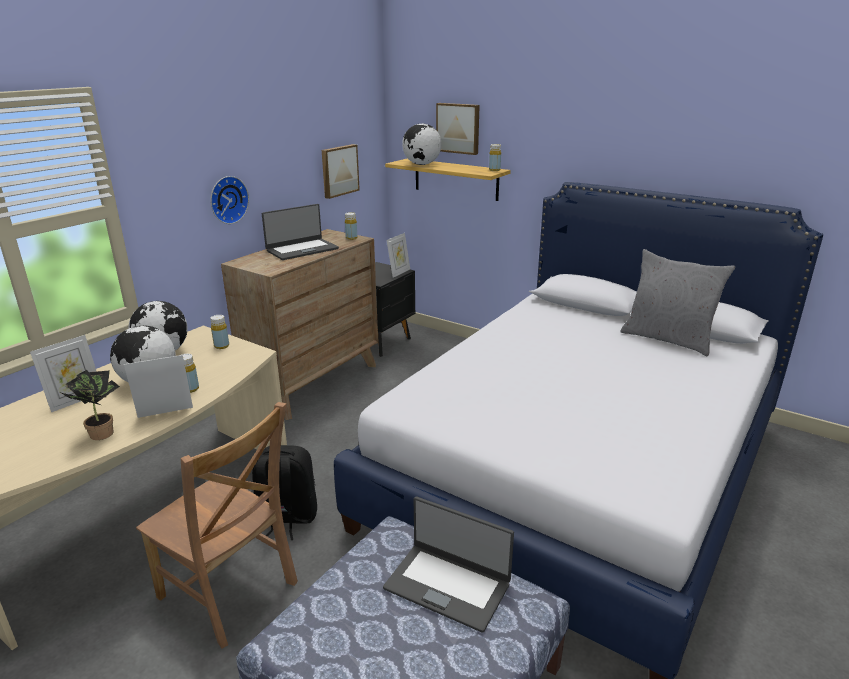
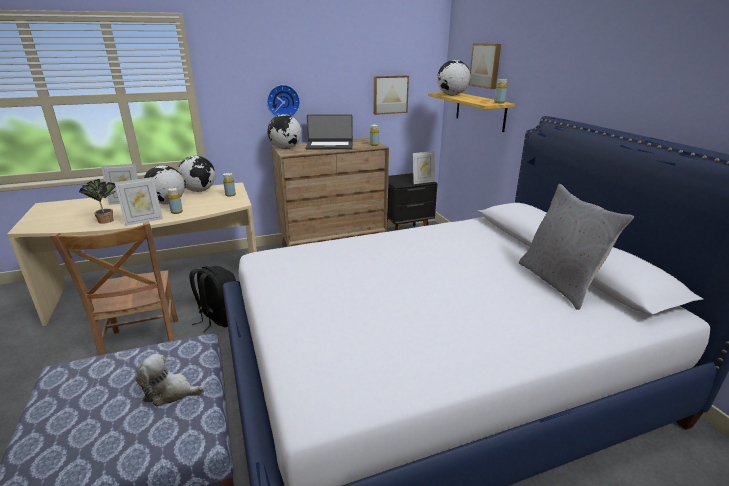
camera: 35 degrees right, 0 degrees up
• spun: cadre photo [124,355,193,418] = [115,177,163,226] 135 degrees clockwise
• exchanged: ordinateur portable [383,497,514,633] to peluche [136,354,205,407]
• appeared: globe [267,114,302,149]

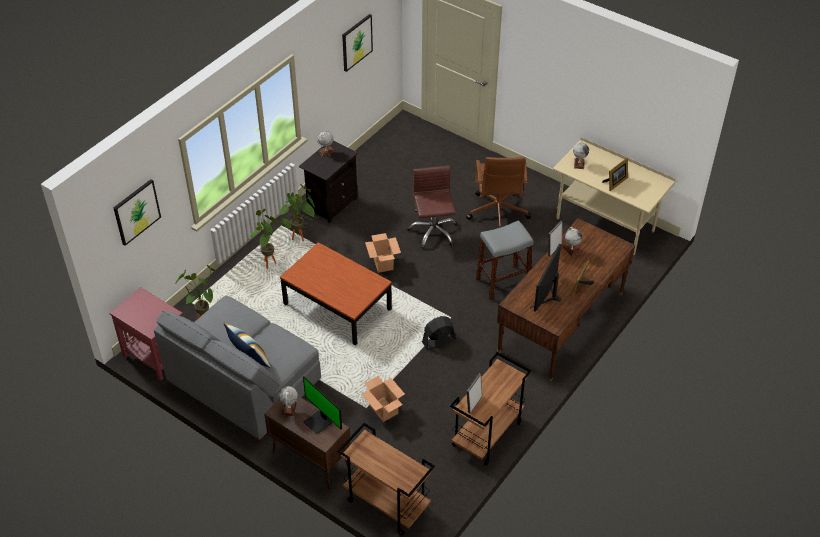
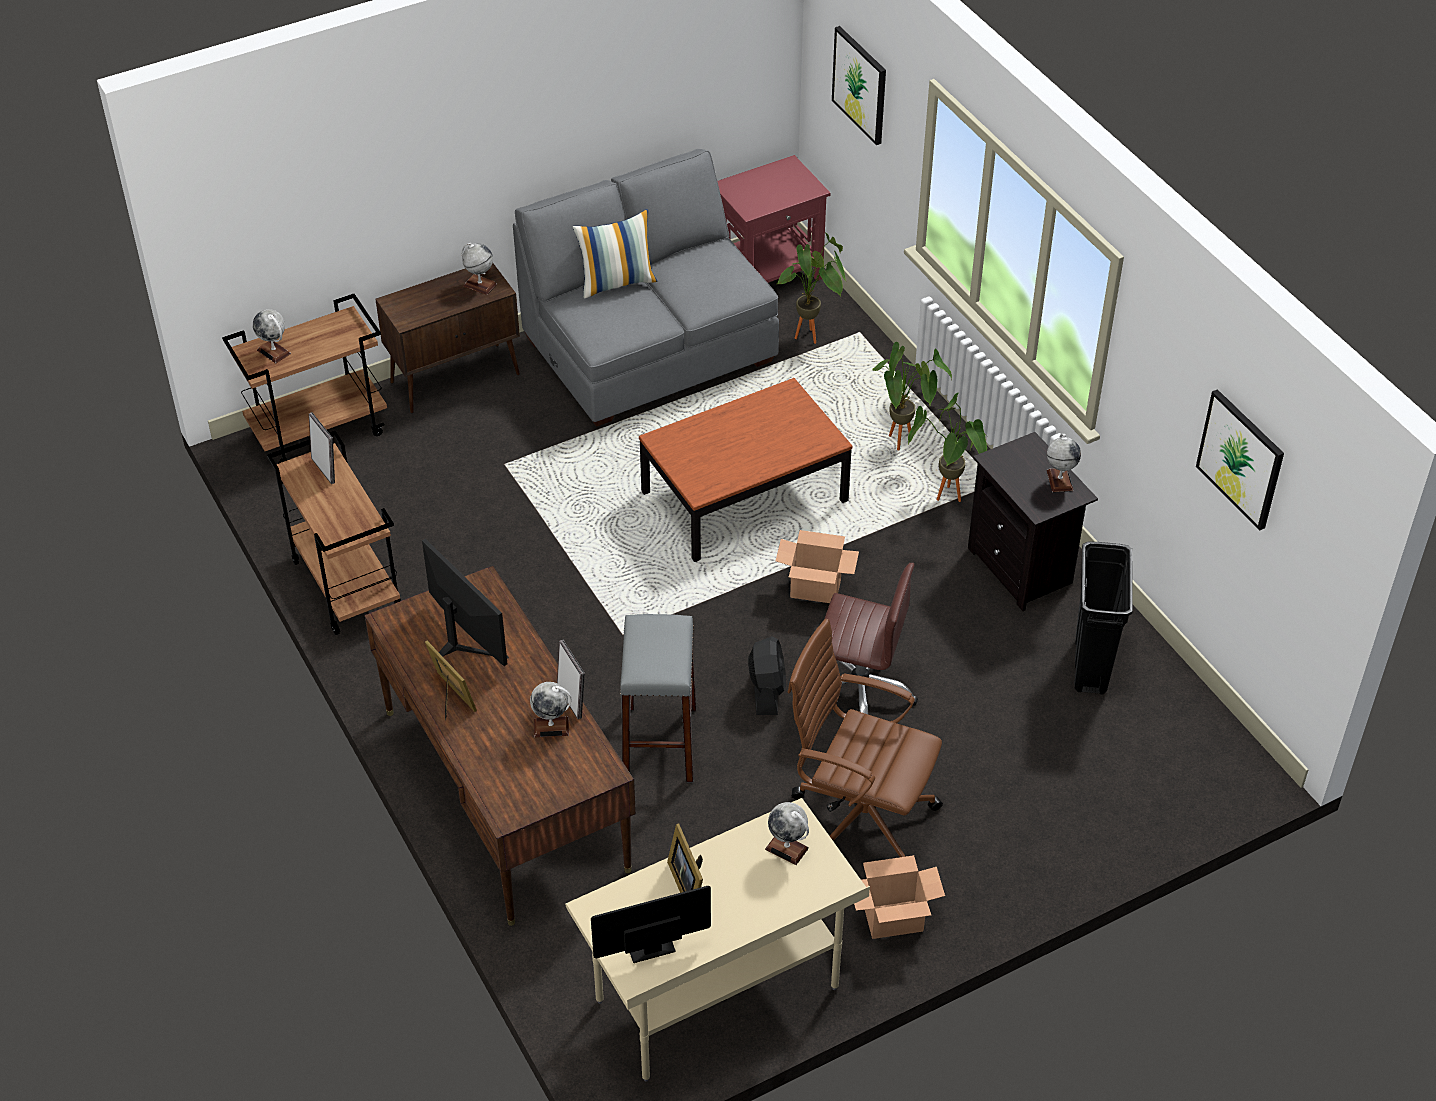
camera: 115 degrees right, 0 degrees up
• relocated: écran d'ordinateur [303,376,342,434] to [591,886,711,963]
• relocated: carton [362,376,405,422] to [854,855,945,939]
• relocated: ventilateur/noir [422,316,456,350] to [748,636,786,715]
• appeared: globe [253,309,291,363]
• appeared: poubelle/noir [1075,541,1133,695]

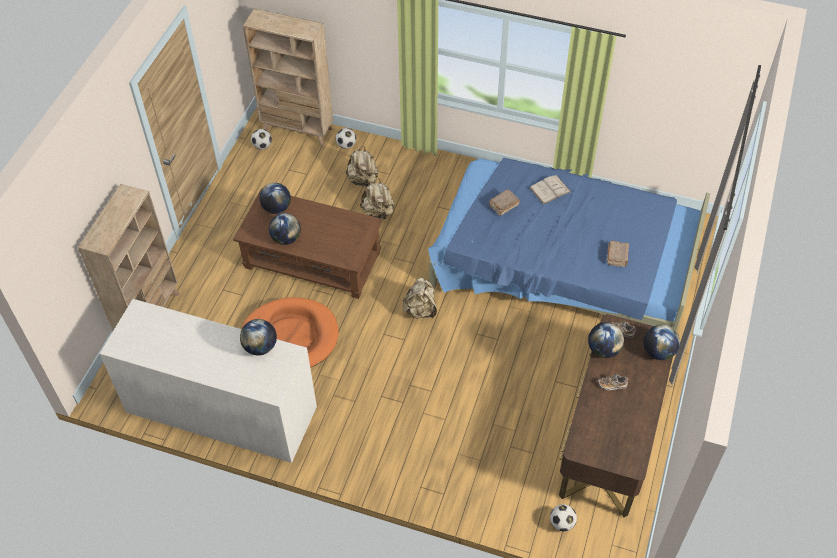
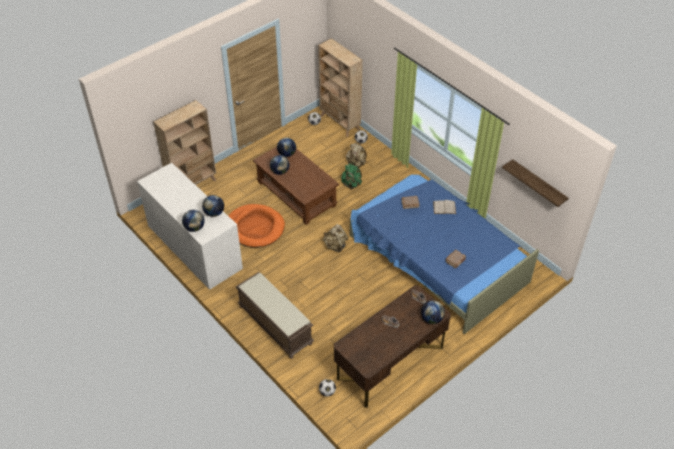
camera: 30 degrees right, 5 degrees down
• colour: sac à dos/beige [360,178,395,220] to sac à dos/vert [341,162,362,190]
• relocated: globe [588,322,624,358] to [182,210,204,232]
• appeared: banc/marron [236,272,314,359]
• appeared: étagère [502,159,569,207]

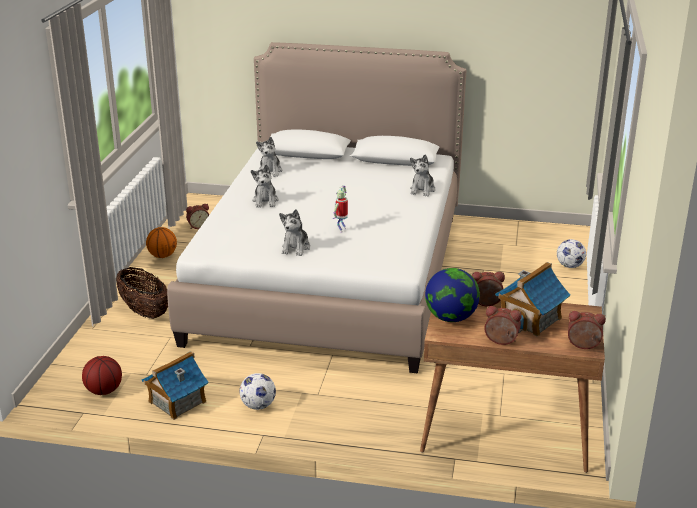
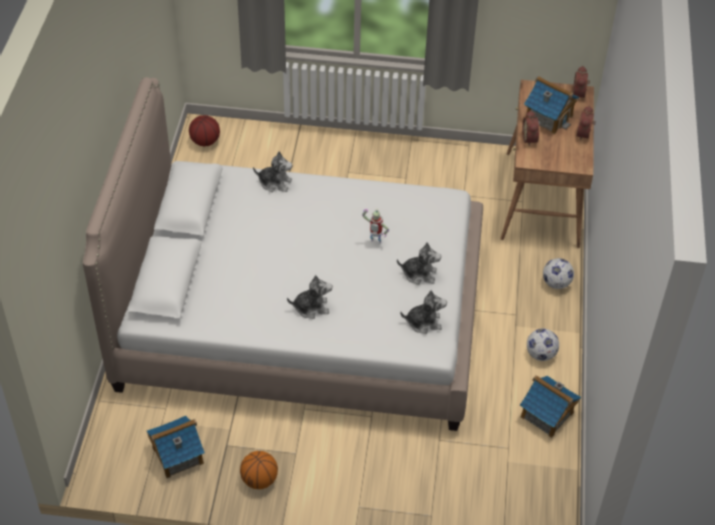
camera: 95 degrees left, 20 degrees up
• relocated: ballon de basket [82,356,122,395] to [189,115,220,146]
• missing: panier [116,267,168,319]
• exchanged: réveil [186,204,209,229] to maison miniature [147,416,205,478]
• relocated: peluche [256,137,283,177] to [400,290,447,334]
• missing: globe [425,268,480,322]
• relocated: ballon de foot [557,239,586,268] to [543,258,574,289]

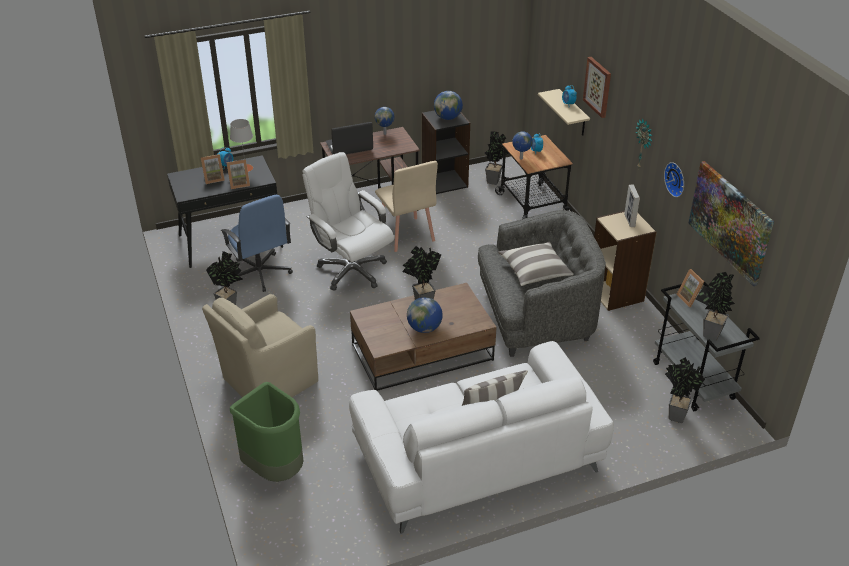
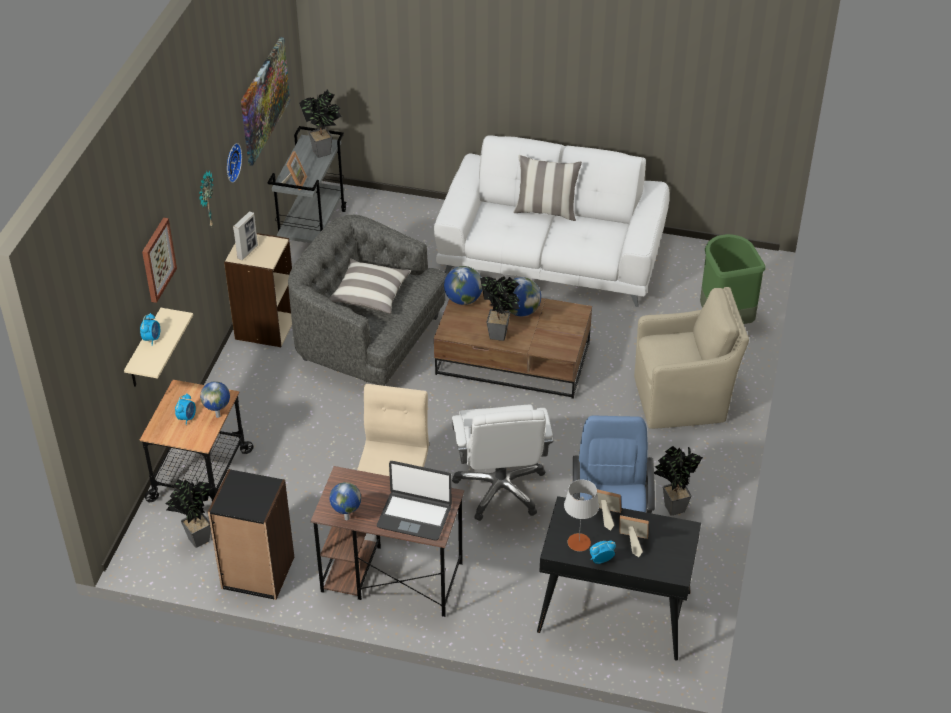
camera: 145 degrees left, 5 degrees up
• relocated: globe [434,91,463,120] to [444,266,482,305]
• missing: plante en pot [665,357,705,423]

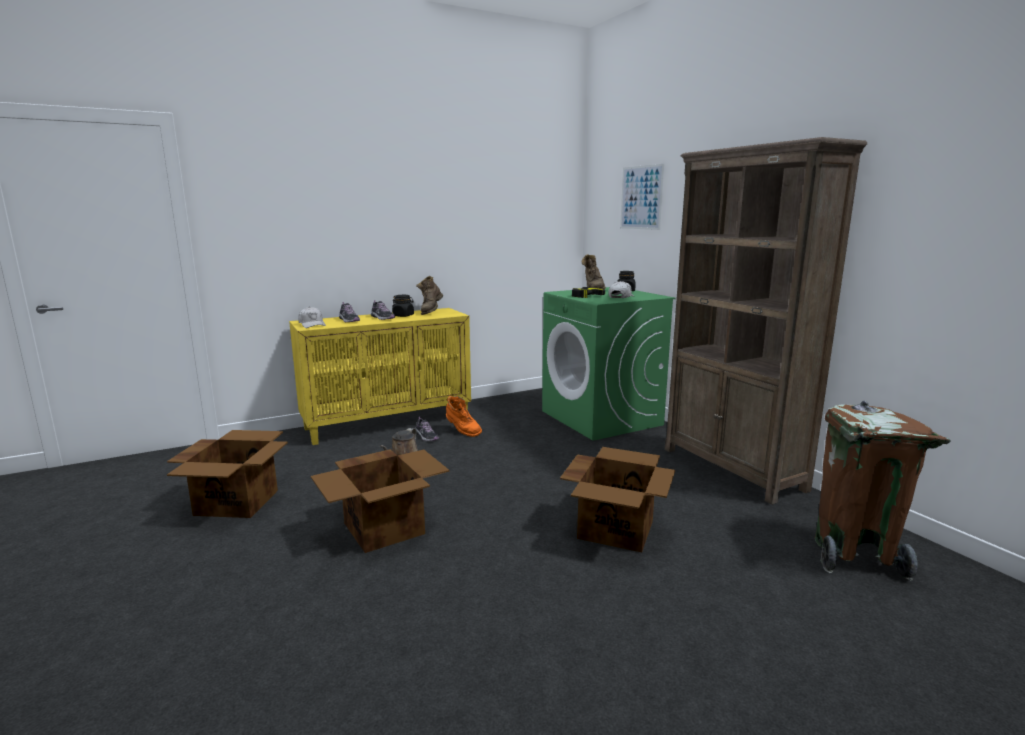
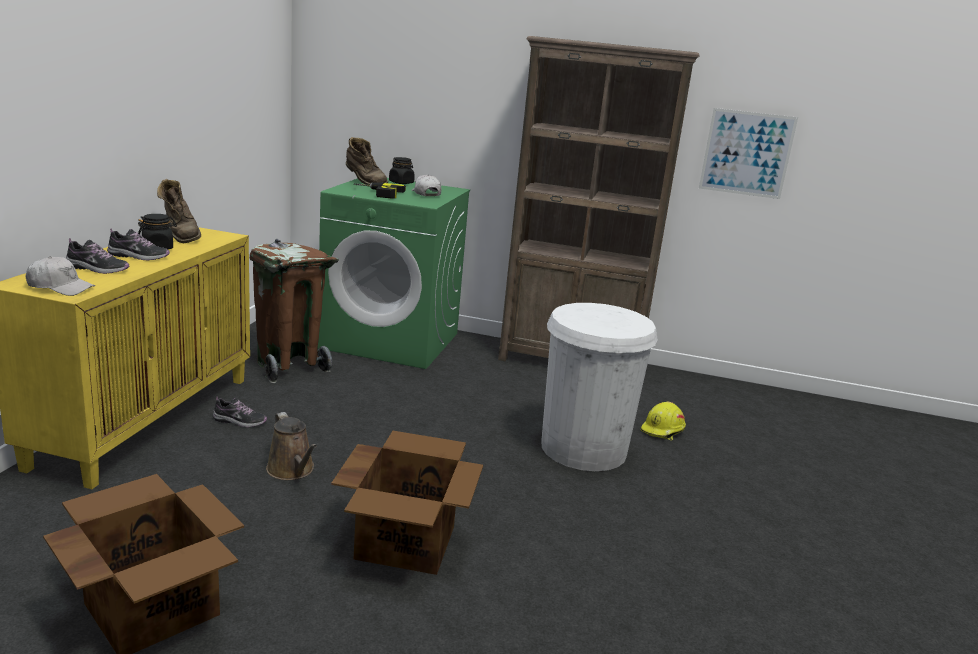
camera: 50 degrees left, 5 degrees up
• missing: botte/orange [446,396,482,437]
• exchanged: carton [560,447,675,552] to poubelle/blanc [541,303,658,471]
• relocated: tableau [620,164,664,230] to [699,108,798,199]
• relocated: poubelle/marron [814,401,950,581] to [250,239,339,383]
• appeared: casque de chantier/jaune [640,402,686,441]

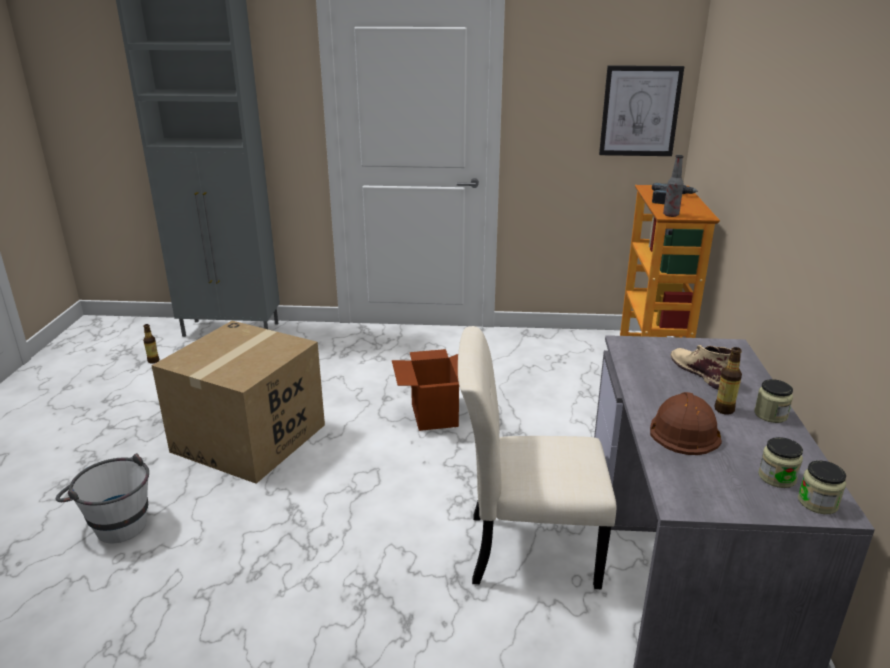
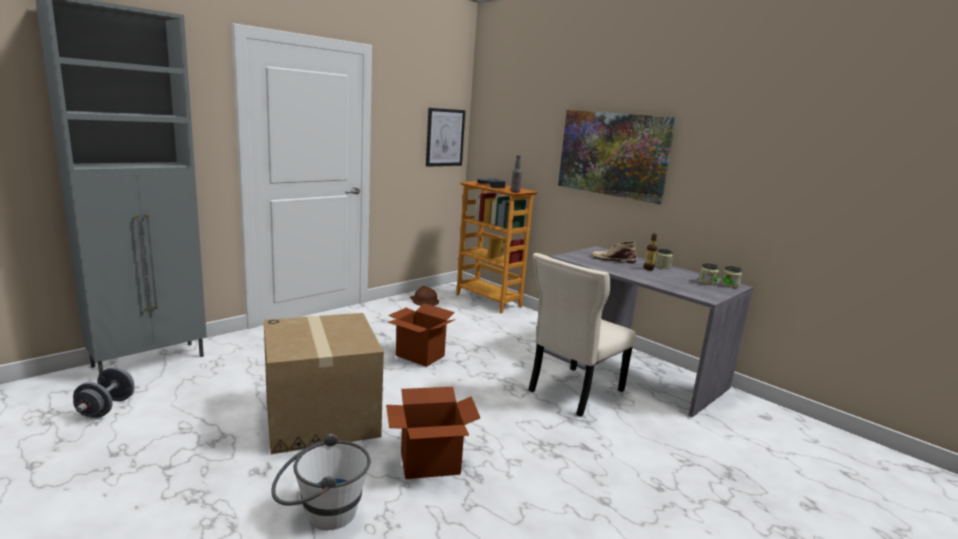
camera: 50 degrees left, 10 degrees down
• exchanged: bouteille [143,324,159,363] to haltère/gris [73,367,135,418]
• relocated: casque de chantier/marron [650,392,722,455] to [410,286,439,306]
• appeared: carton [386,387,480,479]
• appeared: tableau [558,110,676,204]

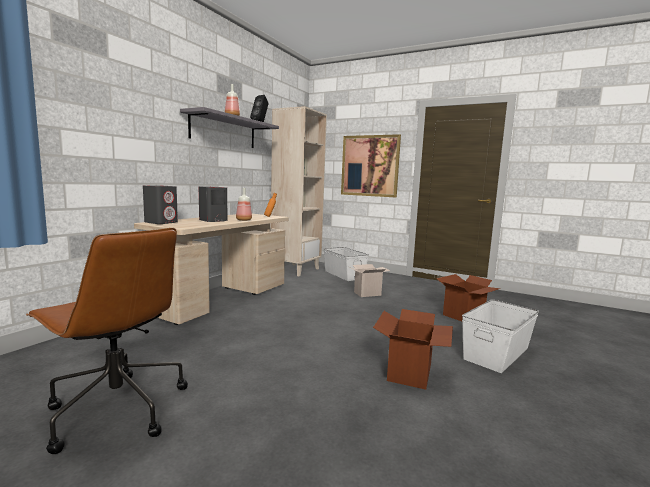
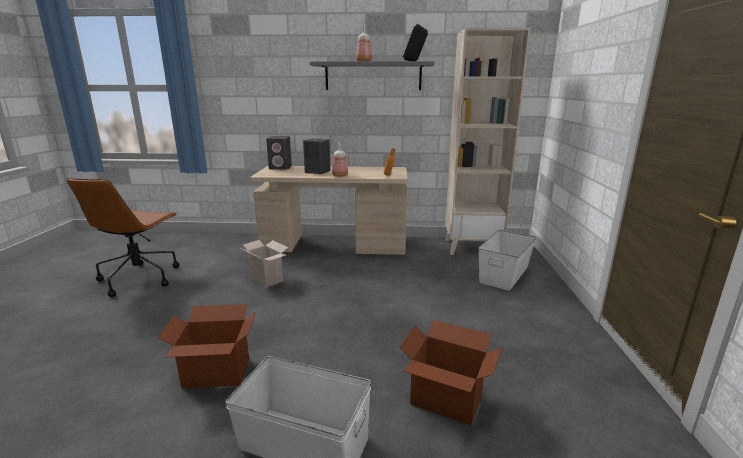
camera: 65 degrees right, 10 degrees up
• missing: tableau [341,134,401,198]
• relocated: carton [350,264,390,297] to [240,240,289,288]

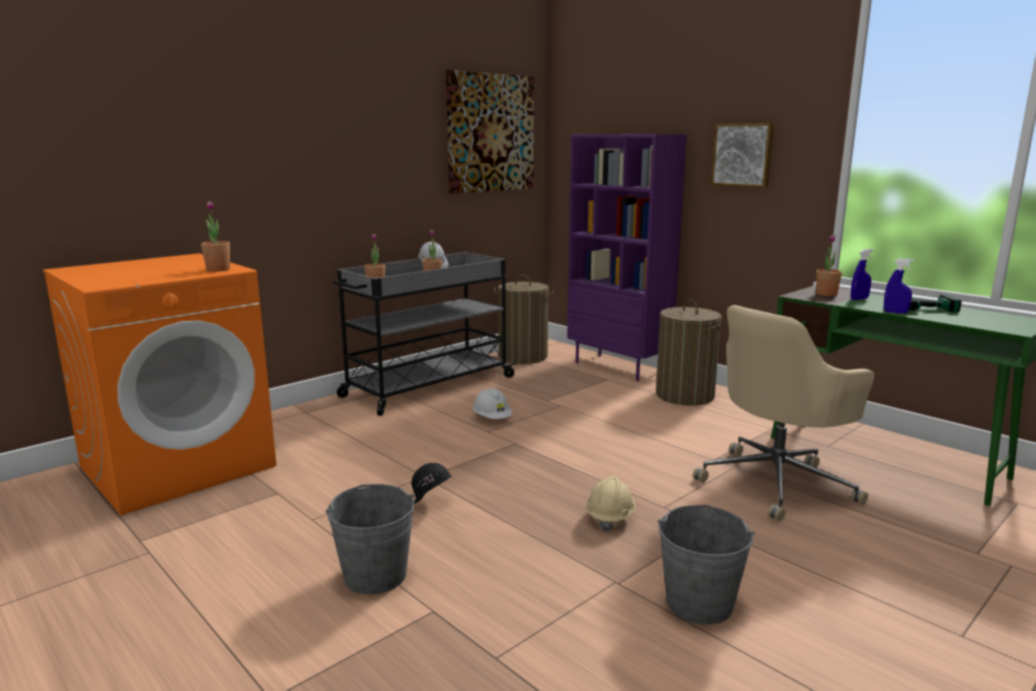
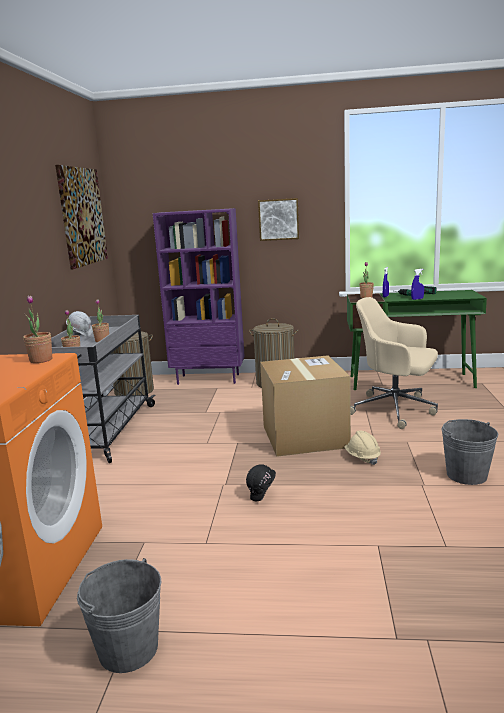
camera: 40 degrees left, 0 degrees up
• relocated: seau/gris [326,484,415,594] to [77,558,161,673]
• missing: casque de chantier/blanc [473,388,513,419]
• spun: chaise de bureau/beige [693,305,875,522] = [351,297,438,429] 105 degrees clockwise
• appeared: carton [260,355,351,457]

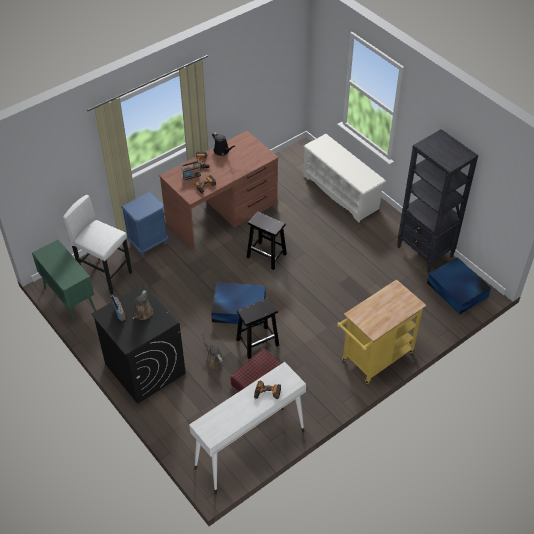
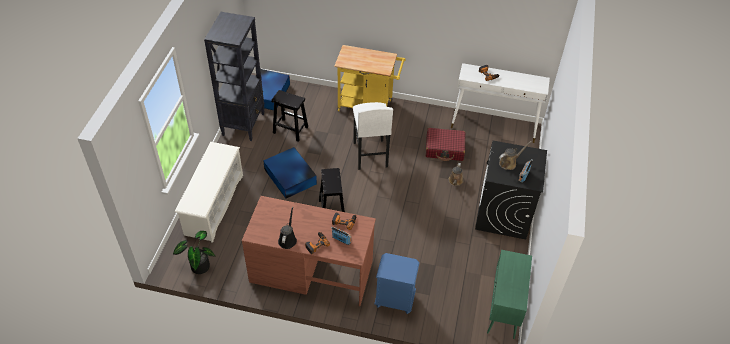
camera: 130 degrees left, 0 degrees up
• relocated: tabouret/blanc [63,195,132,294] to [353,102,393,170]
• relocated: boîte de rangement/bleu [211,282,266,326] to [263,147,317,198]
• relocated: tabouret/noir [236,297,279,359] to [271,90,308,142]
• appeared: plante en pot [173,231,215,274]

